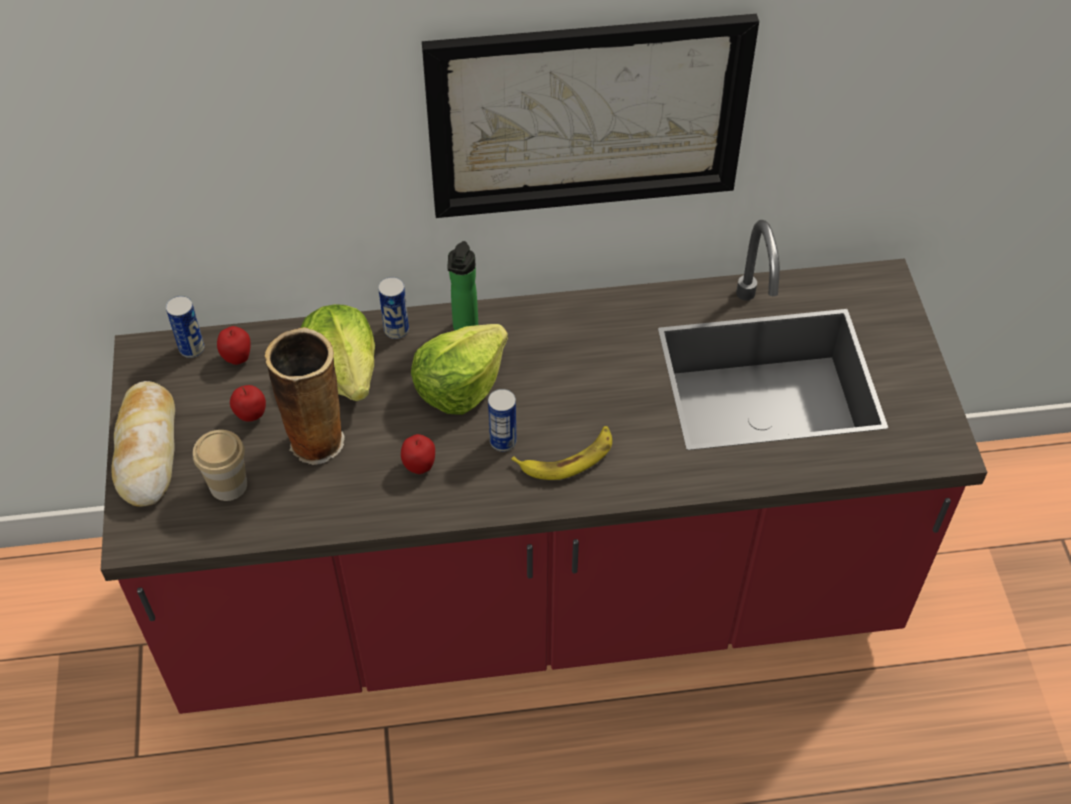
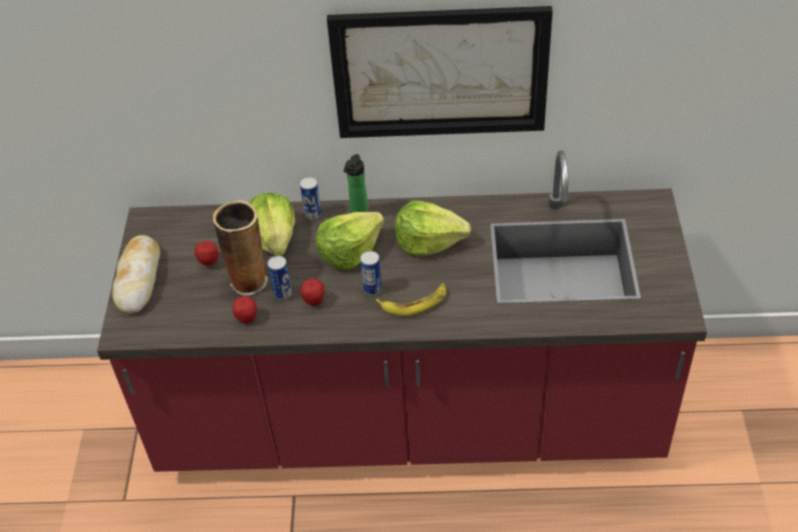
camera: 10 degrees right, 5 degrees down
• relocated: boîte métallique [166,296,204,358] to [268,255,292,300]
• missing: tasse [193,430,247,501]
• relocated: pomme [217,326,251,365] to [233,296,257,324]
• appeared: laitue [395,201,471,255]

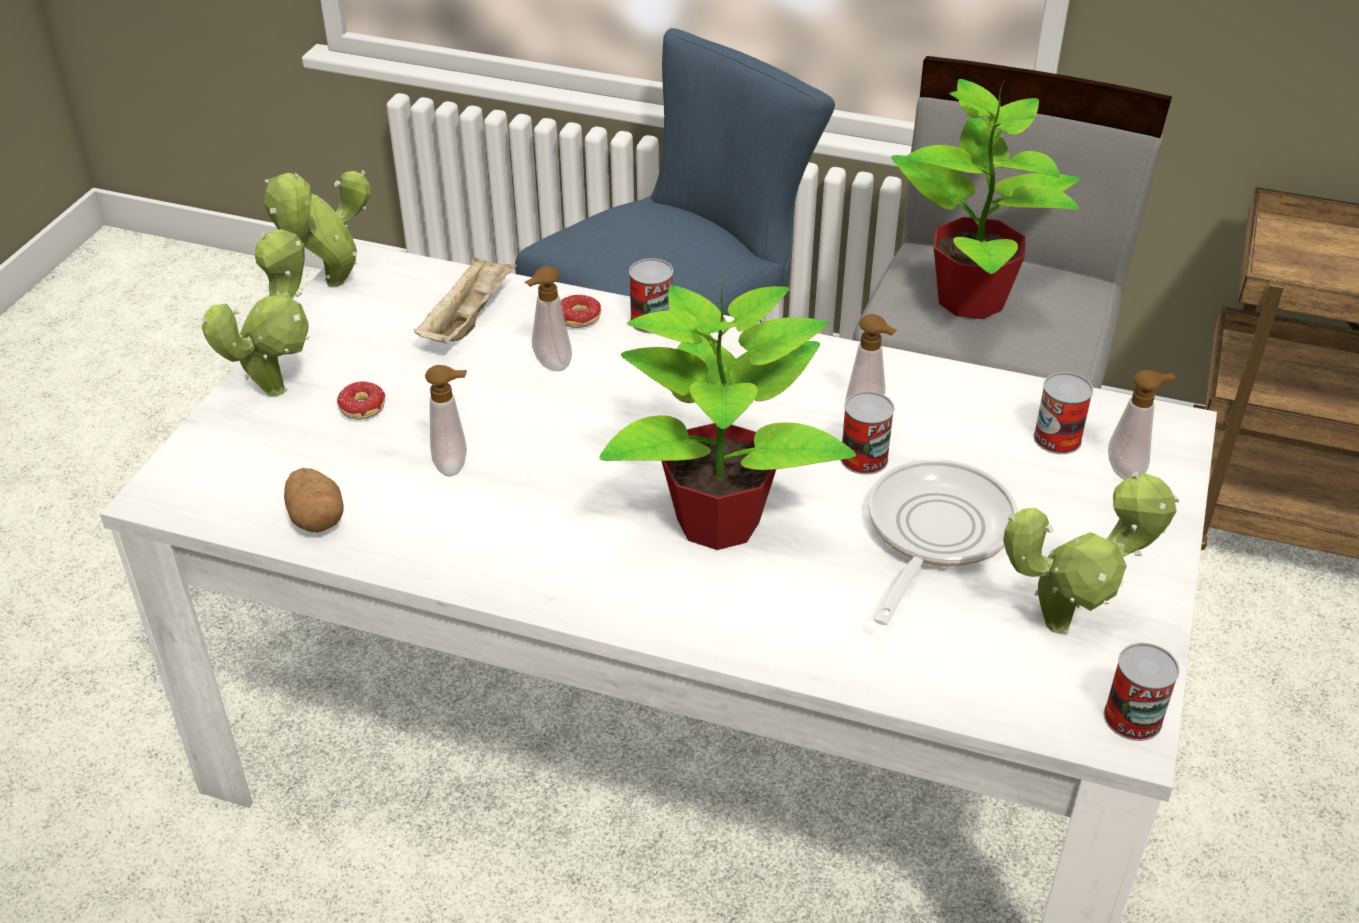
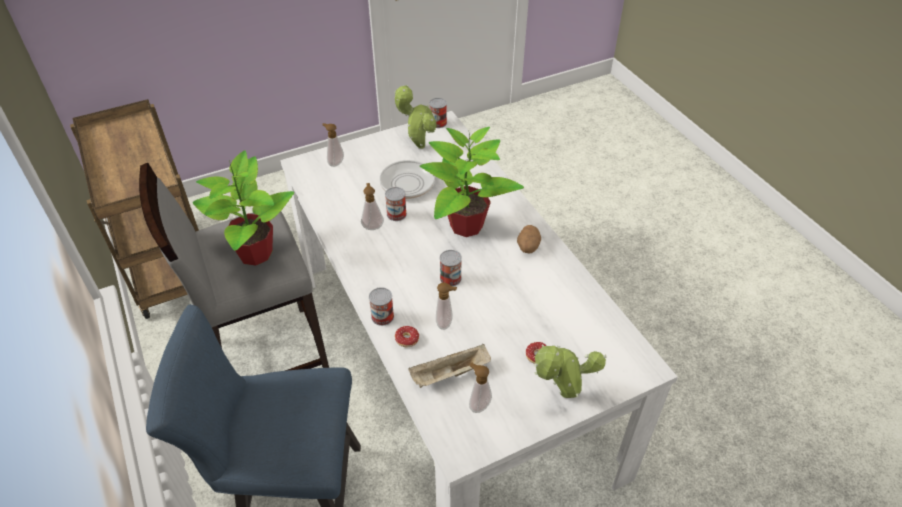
camera: 135 degrees left, 5 degrees up
• missing: plante en pot [264,169,371,287]
• relocated: pomme de terre [284,468,344,533] to [517,225,541,254]
• relocated: distributeur de savon [425,365,467,476] to [469,363,492,413]
• relocated: boîte métallique [1033,372,1093,454] to [440,250,462,286]

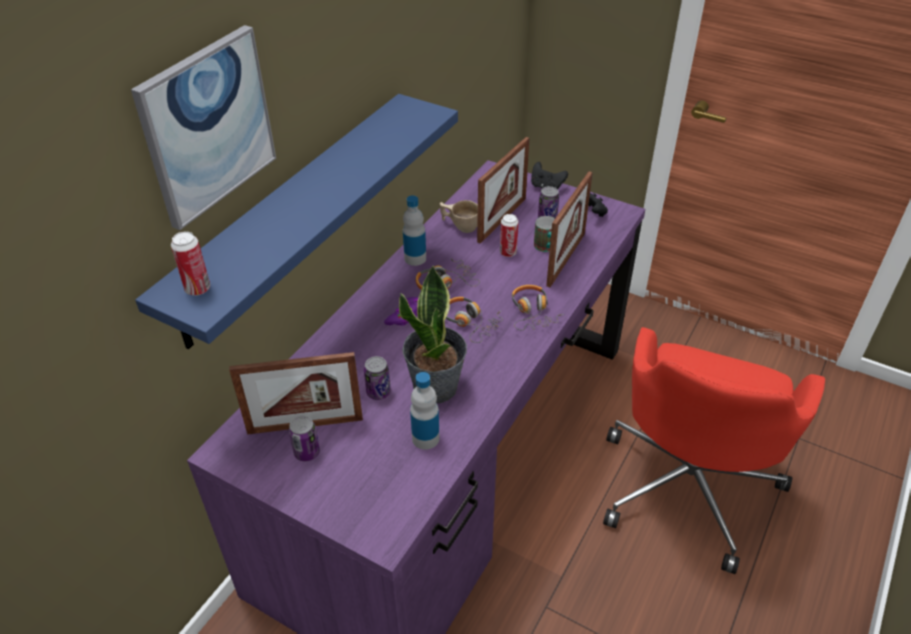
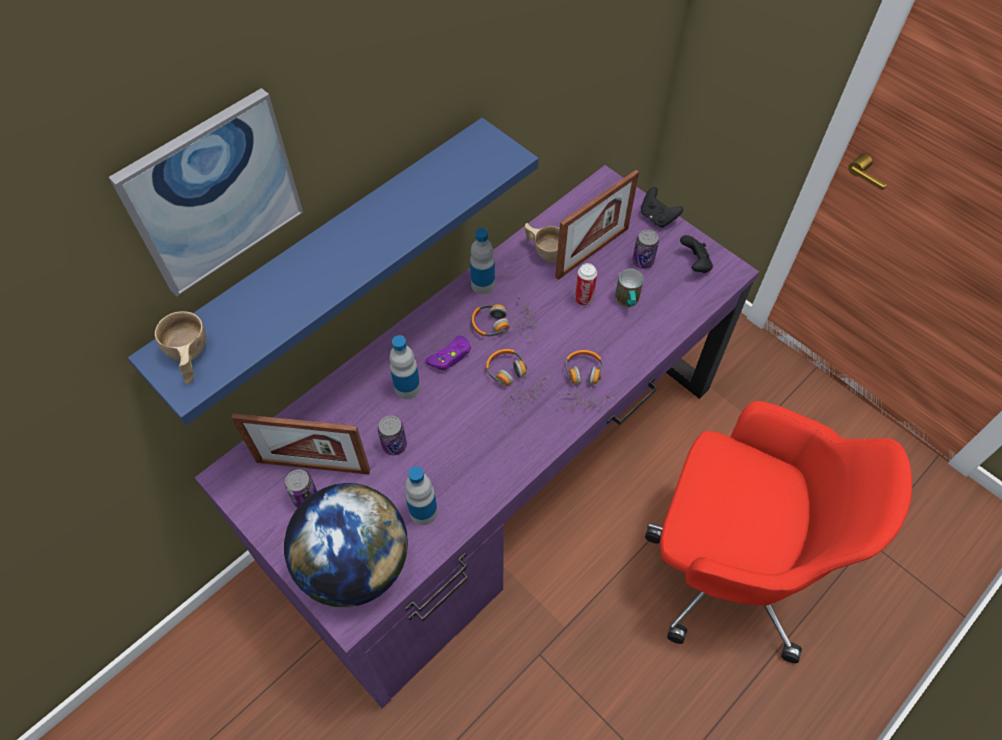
camera: 15 degrees right, 15 degrees up
• exchanged: boîte métallique [171,231,210,296] to tasse/beige [155,311,206,385]
• missing: plante en pot [399,265,467,403]
• missing: cadre photo [546,171,593,287]
• spun: chaise de bureau/rouge [603,327,825,574] = [645,401,912,663] 105 degrees counterclockwise
• appeared: globe [284,483,408,607]
• appeared: bouteille [389,335,420,399]

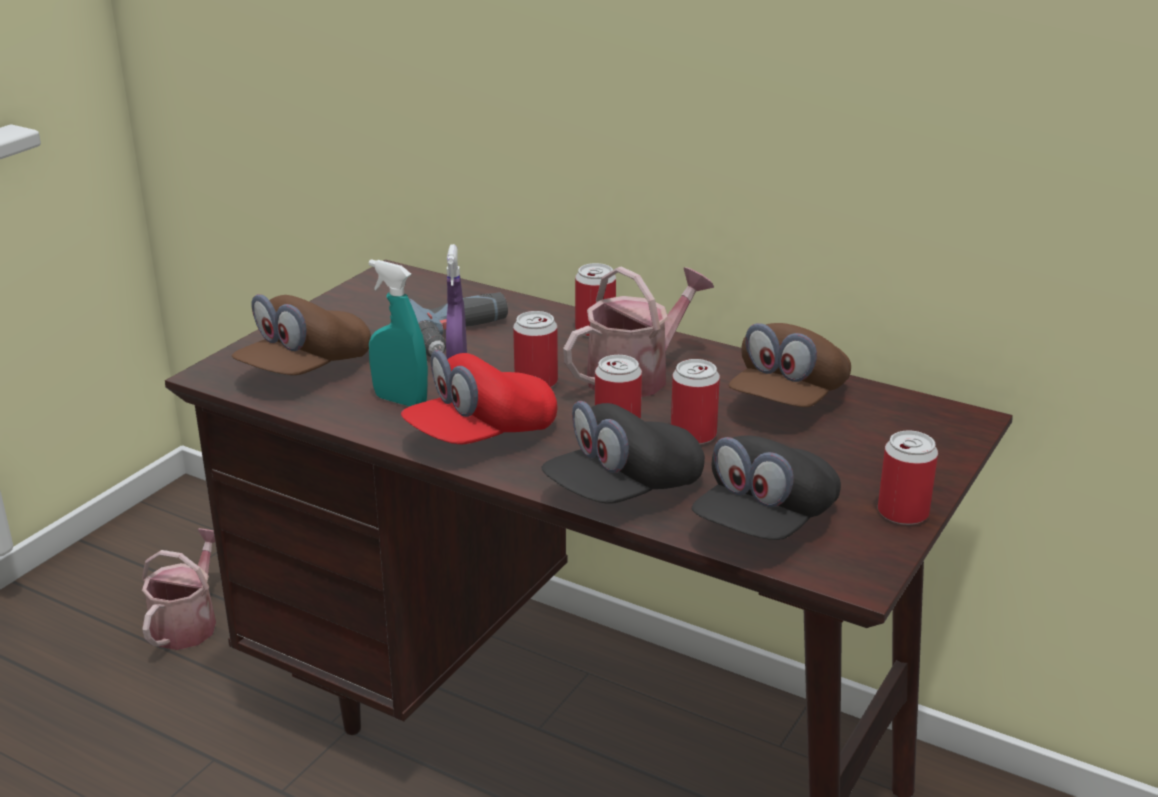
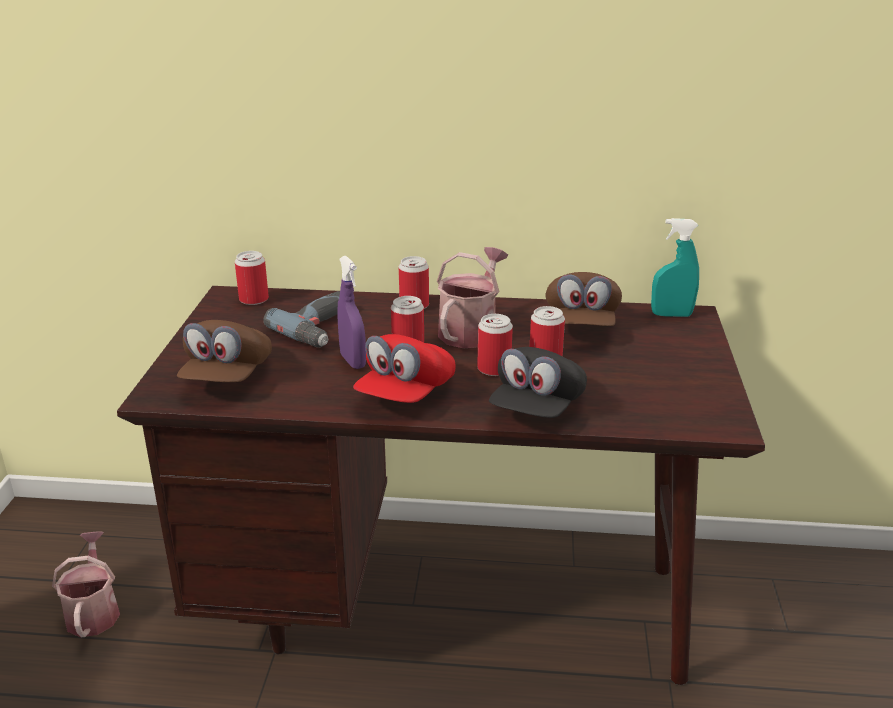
camera: 25 degrees left, 0 degrees up
• relocated: vaporisateur/turquoise [369,259,428,406] to [651,218,699,317]
• missing: casquette/noir [692,435,841,540]
• relocated: boîte métallique [878,431,938,525] to [235,251,269,305]

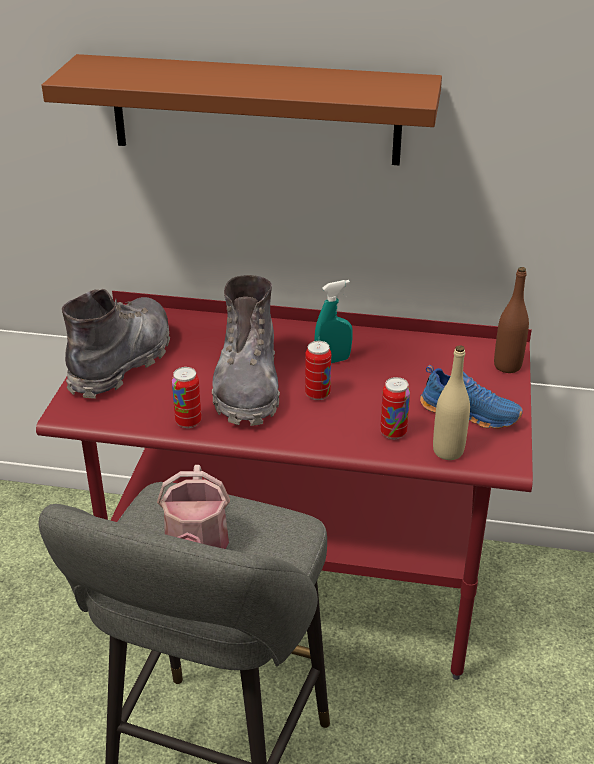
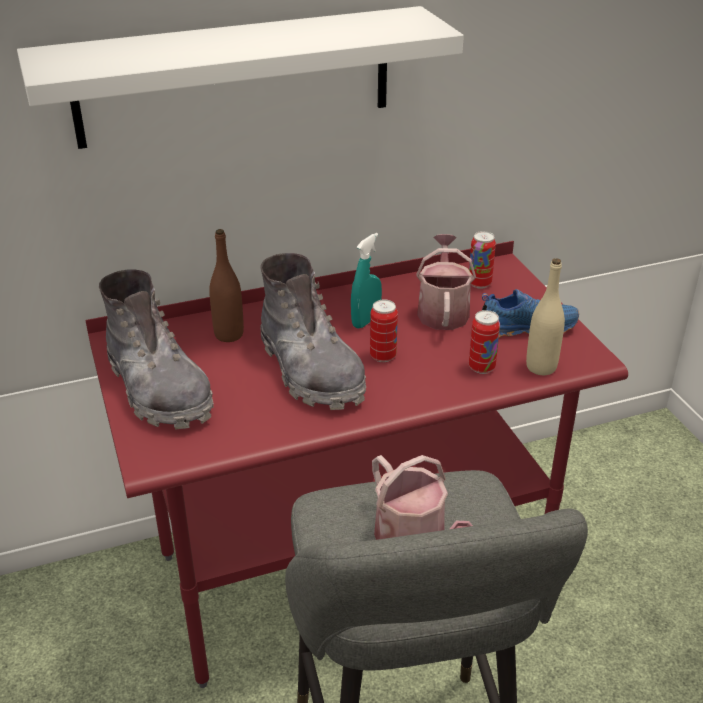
camera: 30 degrees left, 0 degrees up
• colour: étagère/marron [42,54,442,165] to étagère/blanc [17,6,464,149]
• spun: botte/gris [62,289,170,399] = [99,269,214,430] 150 degrees clockwise
• relocated: boîte métallique [172,367,201,428] to [469,231,496,289]
• relocated: bouteille/marron [494,267,529,373] to [209,229,244,342]
• appeared: arrosoir [416,234,476,330]

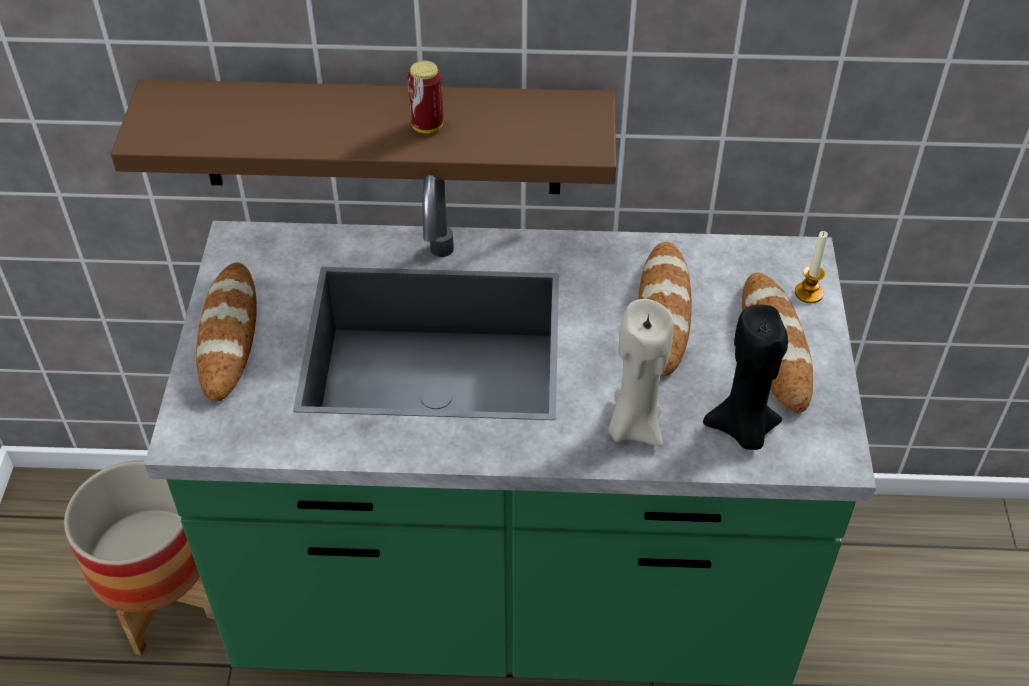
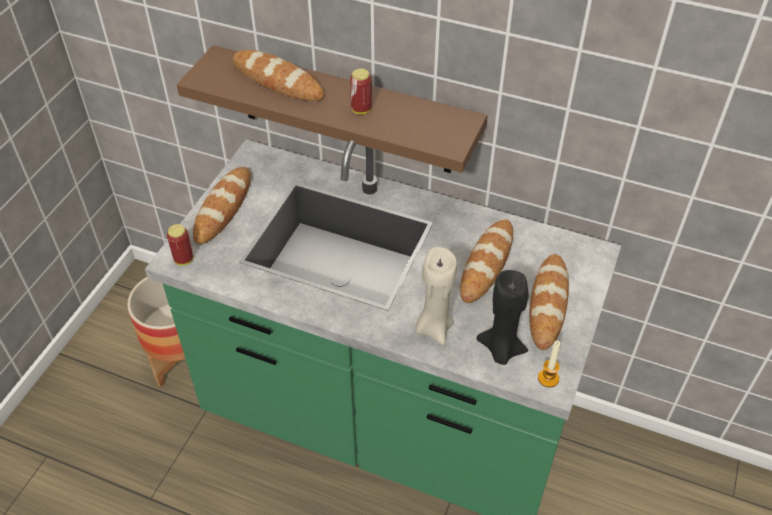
camera: 20 degrees right, 0 degrees up
• relocated: bougie [795,231,828,303] to [538,340,561,387]
• appeared: boîte métallique [167,224,194,265]
• appeared: pain [233,50,324,101]

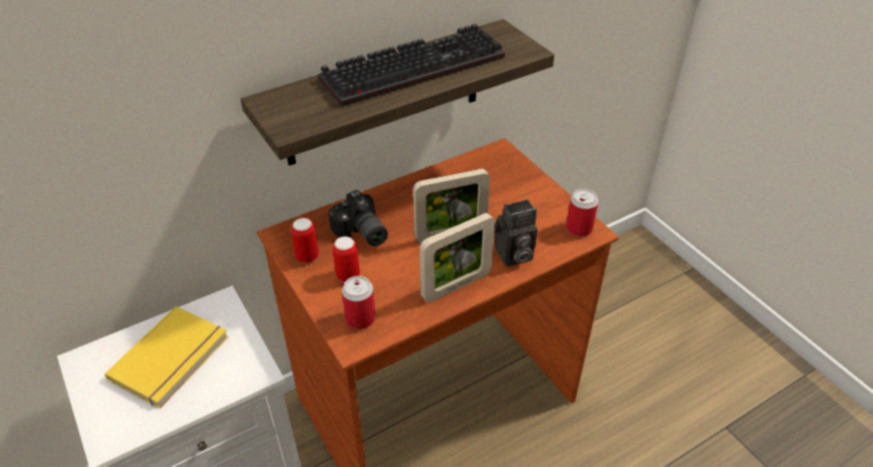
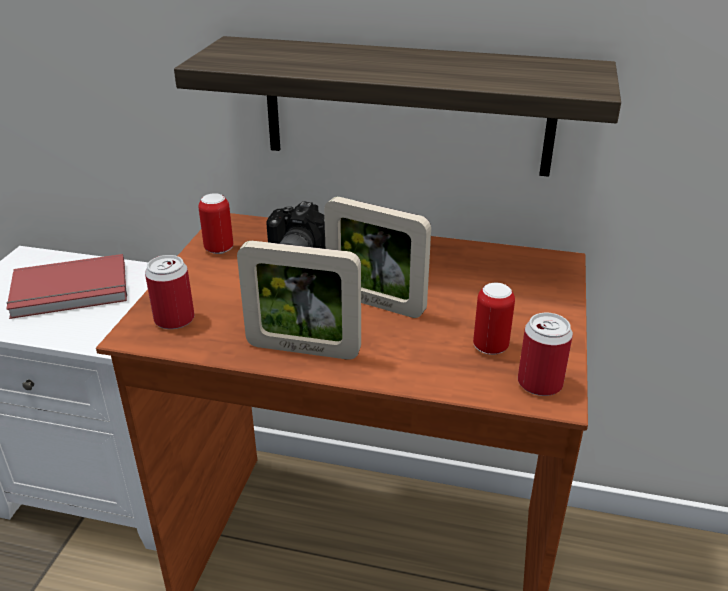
camera: 45 degrees right, 10 degrees down
• colour: livre/jaune [105,306,229,409] to livre/rouge [6,254,127,319]
• missing: clavier [319,24,505,106]
• relocated: boîte métallique [332,236,360,283] to [473,283,515,355]
• missing: appareil photo [494,199,538,266]

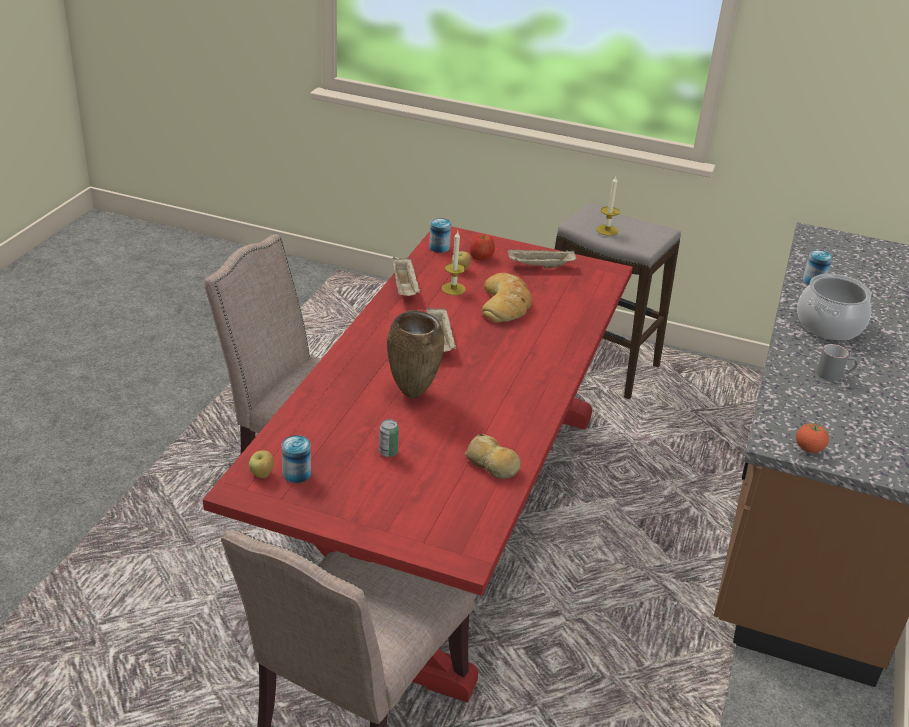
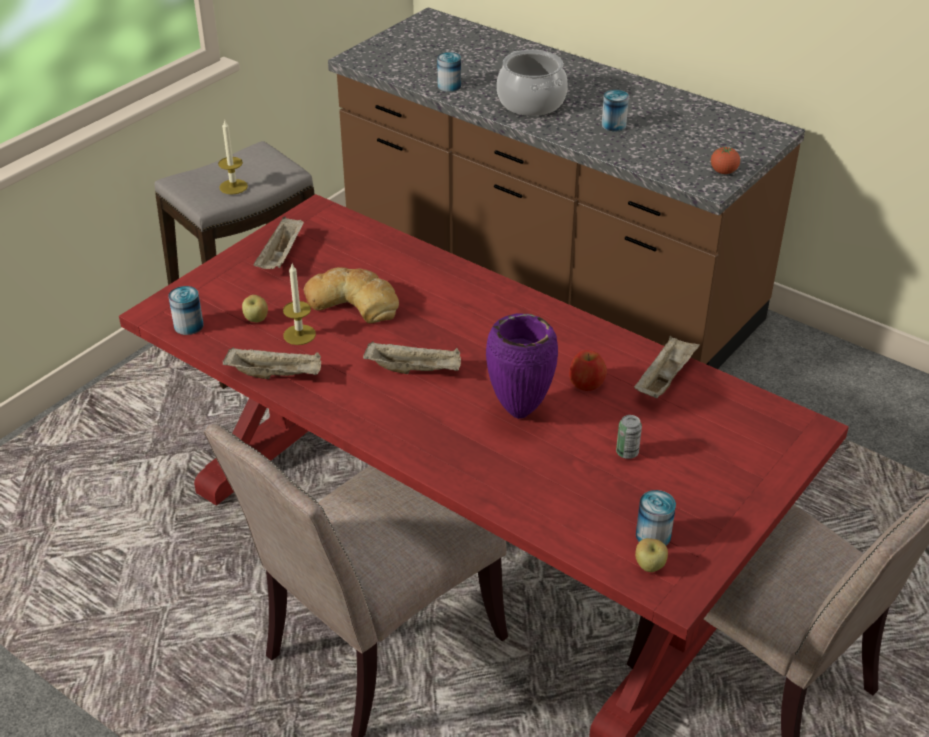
camera: 70 degrees left, 5 degrees up
• colour: vase/marron [387,310,444,398] to vase/violet [486,313,558,419]
• exchanged: pain [465,434,521,479] to plateau/beige [634,336,700,398]
• relocated: pomme [470,233,495,260] to [569,350,607,391]
• exchanged: mug/gris [816,344,858,381] to boîte métallique [602,90,629,132]

